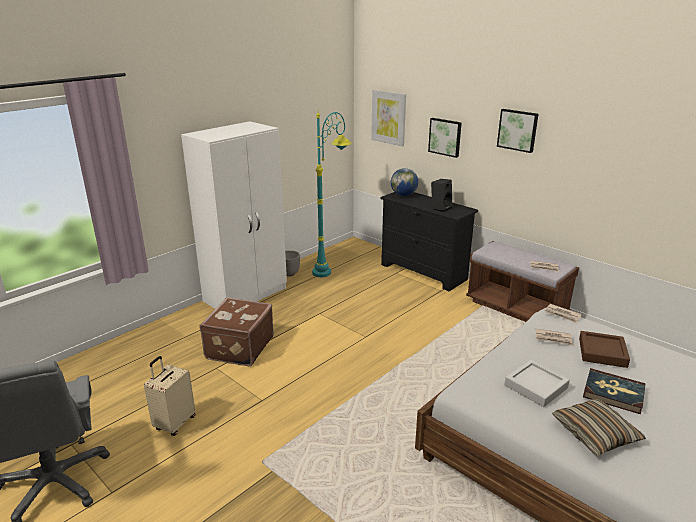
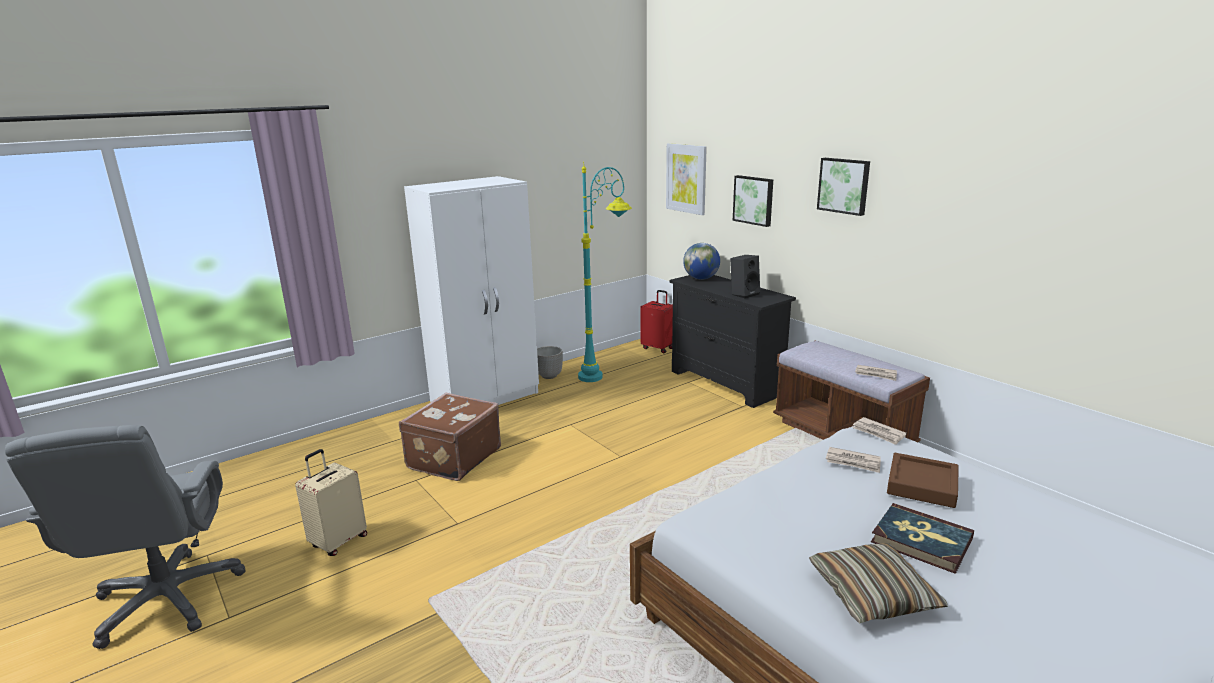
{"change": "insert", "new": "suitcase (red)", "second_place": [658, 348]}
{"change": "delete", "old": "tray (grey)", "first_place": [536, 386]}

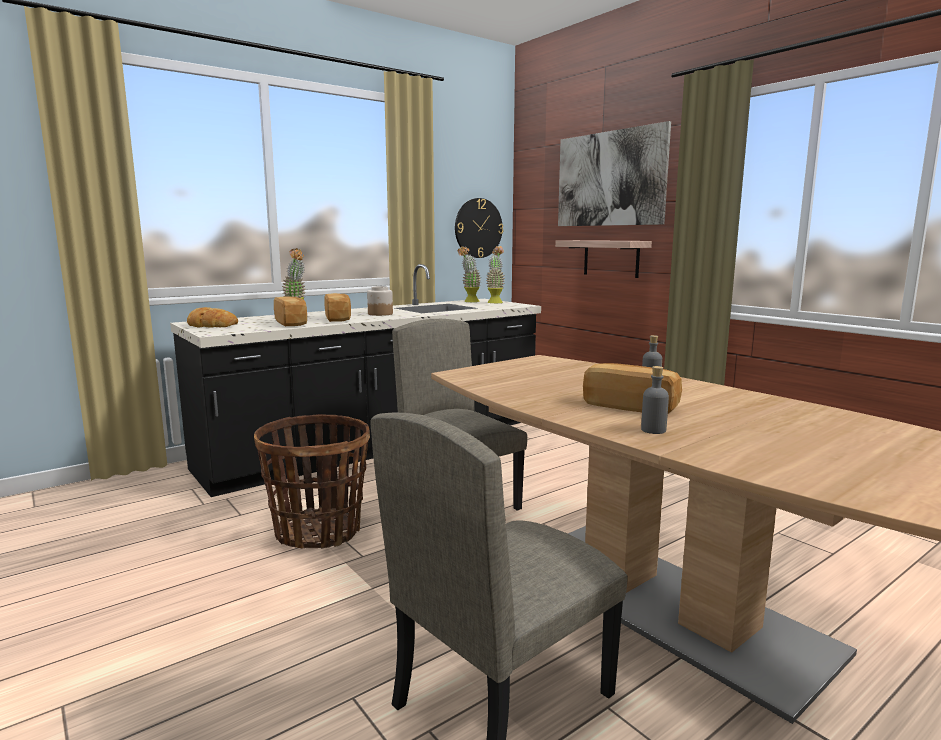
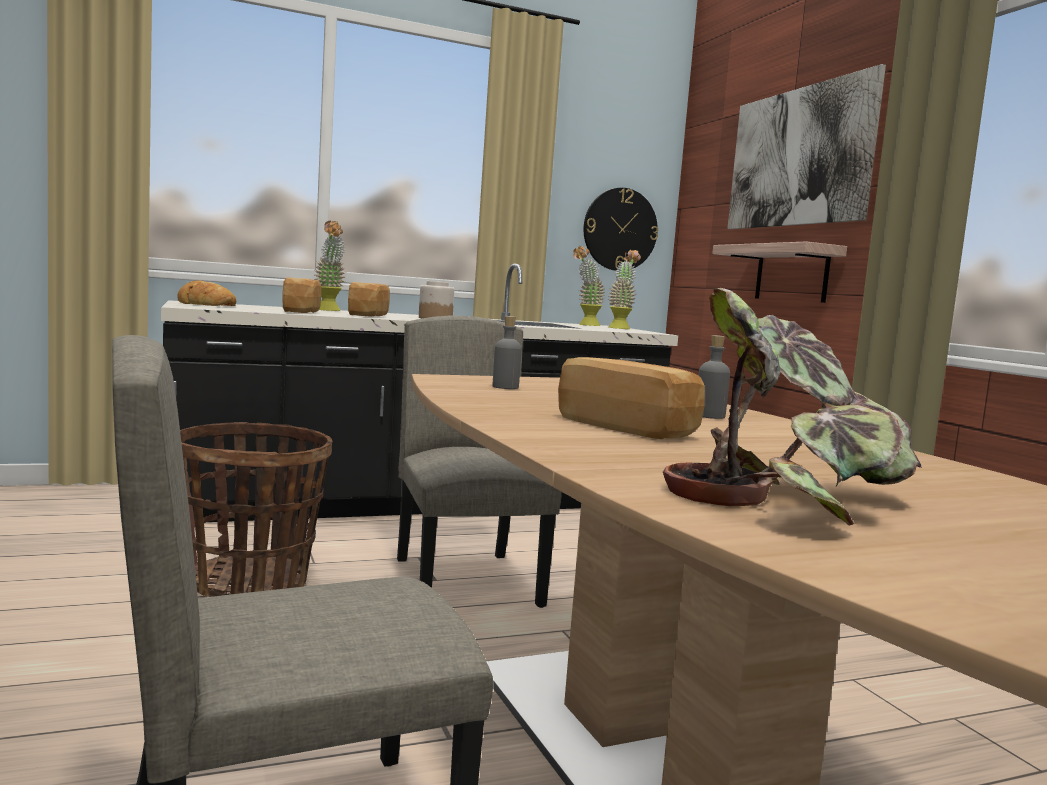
{"change": "move", "old": "bottle (grey)", "first_place": [653, 430], "second_place": [505, 387]}
{"change": "insert", "new": "potted plant", "second_place": [789, 499]}

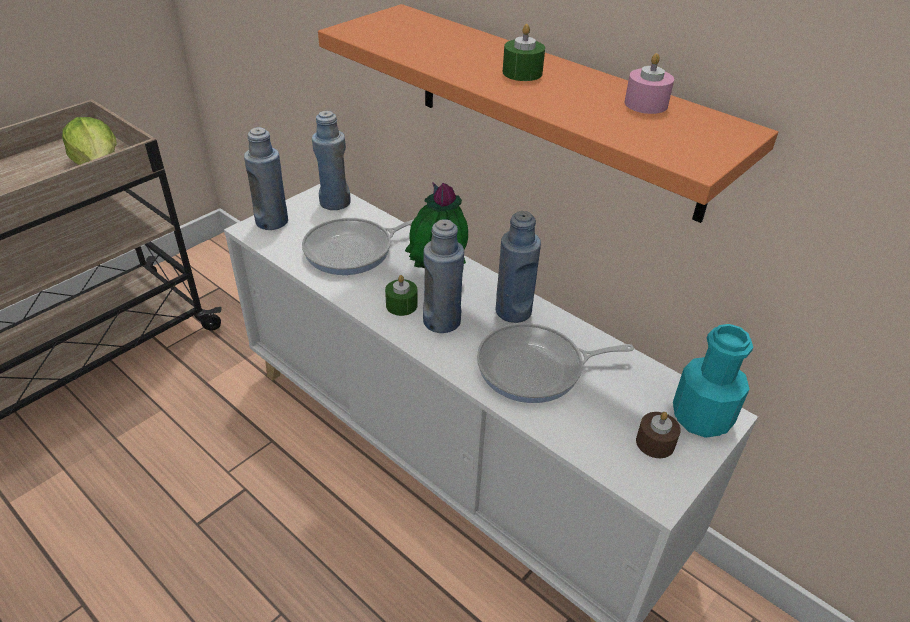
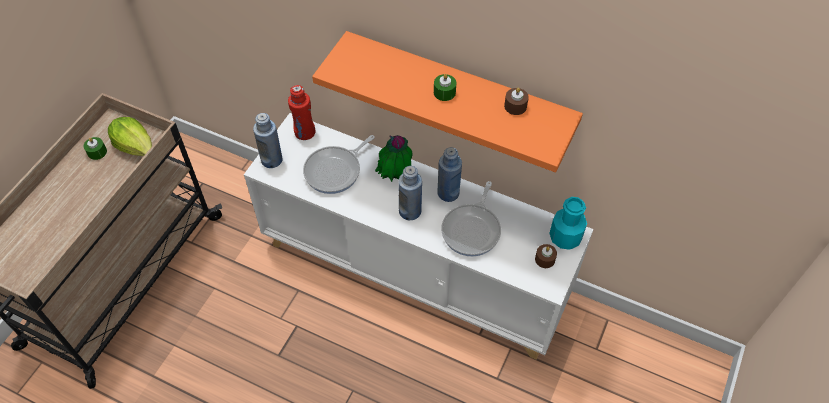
{"change": "move", "old": "candle (green)", "first_place": [401, 305], "second_place": [97, 152]}
{"change": "recolor", "old": "bottle (blue)", "new": "bottle (red)", "first_place": [335, 202], "second_place": [304, 132]}
{"change": "rotate", "old": "frying pan", "first_place": [536, 368], "second_place": [472, 230], "degrees": -45}
{"change": "recolor", "old": "candle (pink)", "new": "candle (brown)", "first_place": [646, 104], "second_place": [515, 106]}

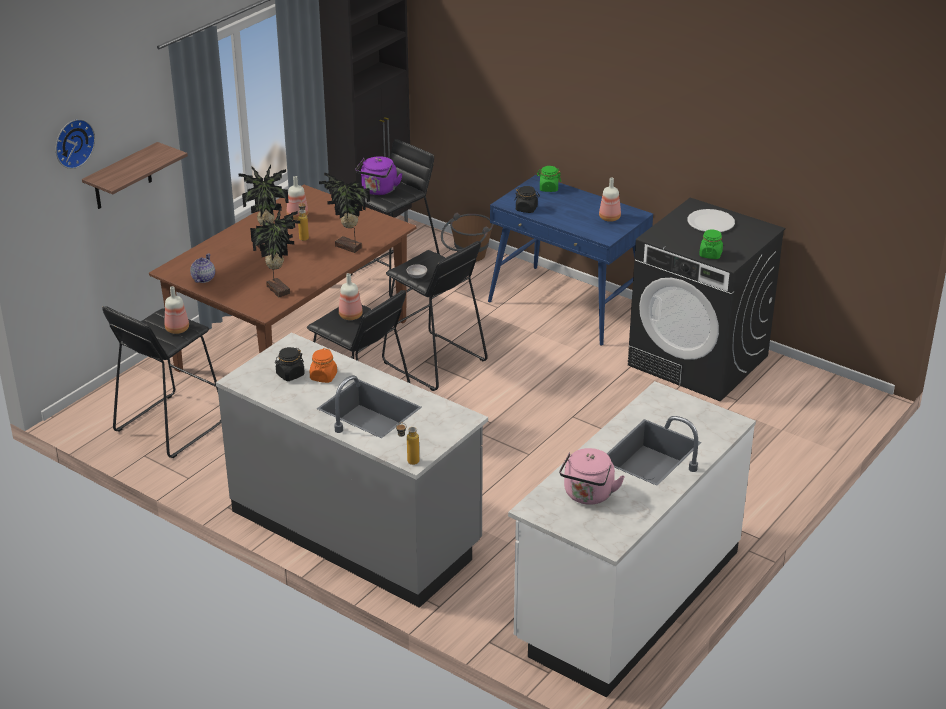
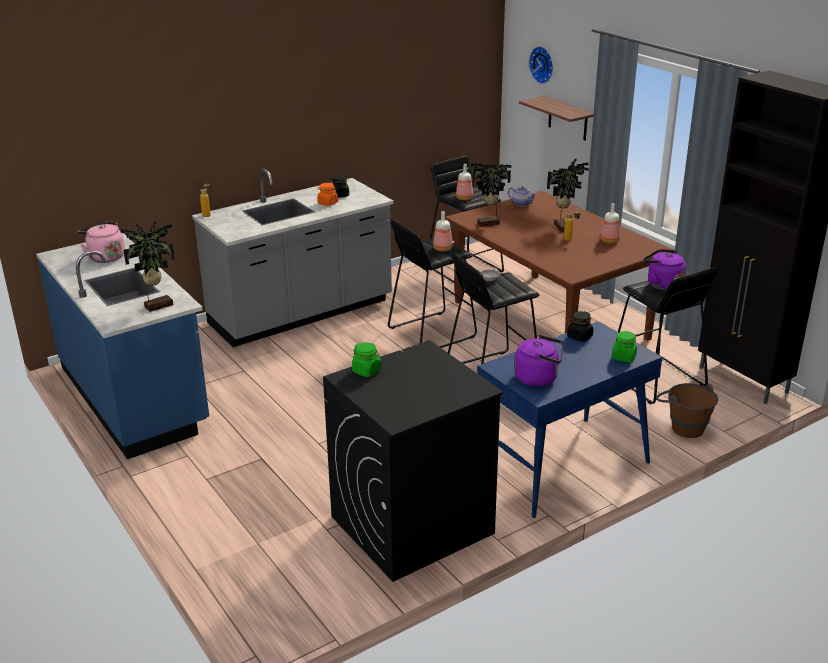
{"change": "recolor", "old": "counter (white)", "new": "counter (blue)", "first_place": [627, 598], "second_place": [134, 396]}
{"change": "move", "old": "potted plant", "first_place": [348, 248], "second_place": [157, 305]}
{"change": "replace", "old": "bottle", "new": "kettle (purple)", "first_place": [610, 218], "second_place": [539, 378]}
{"change": "delete", "old": "plate (white)", "first_place": [710, 222]}

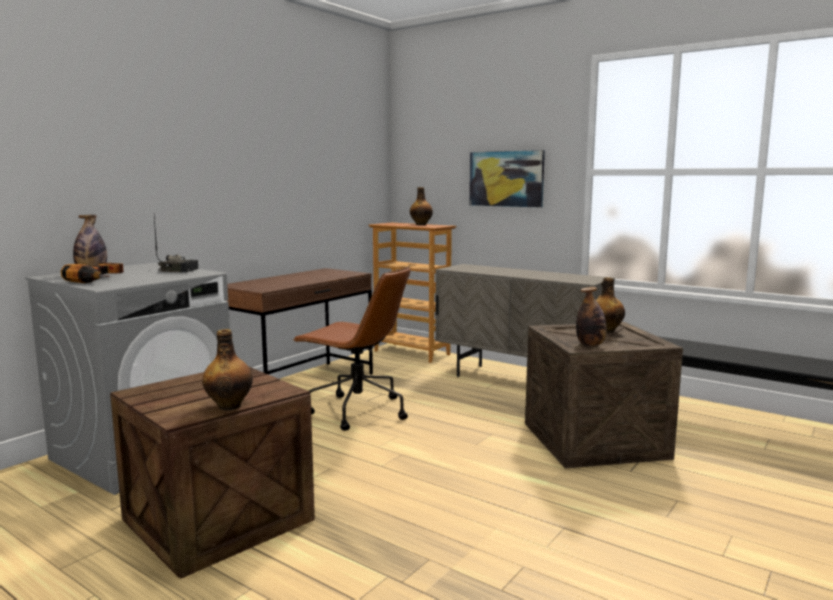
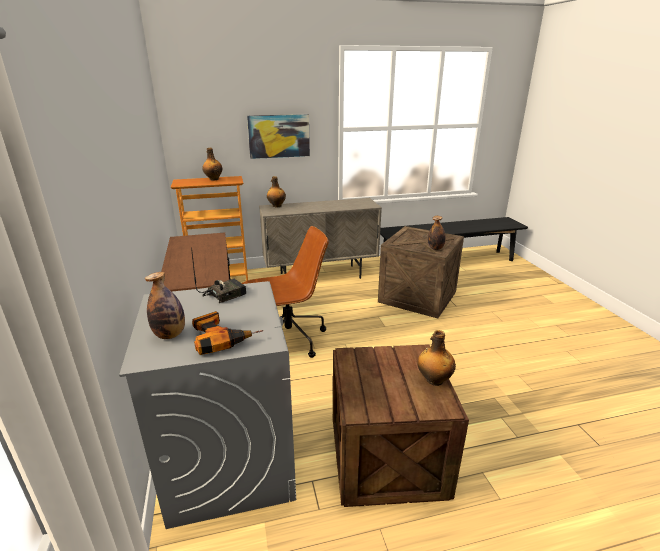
{"change": "move", "old": "bottle", "first_place": [606, 330], "second_place": [276, 206]}

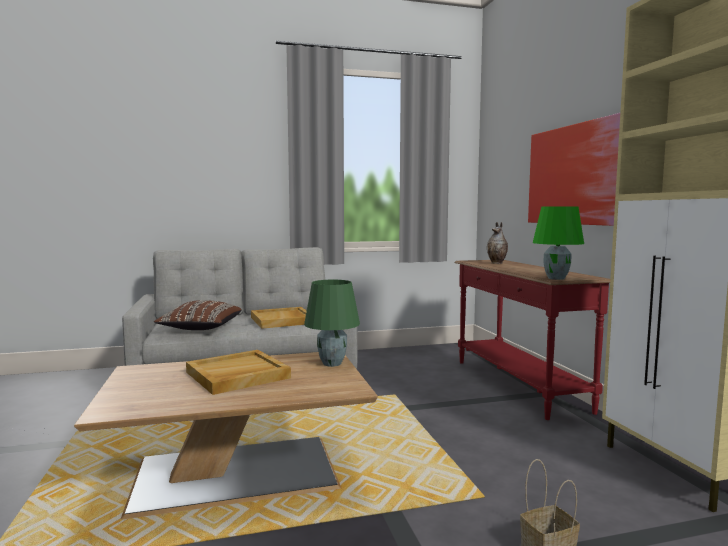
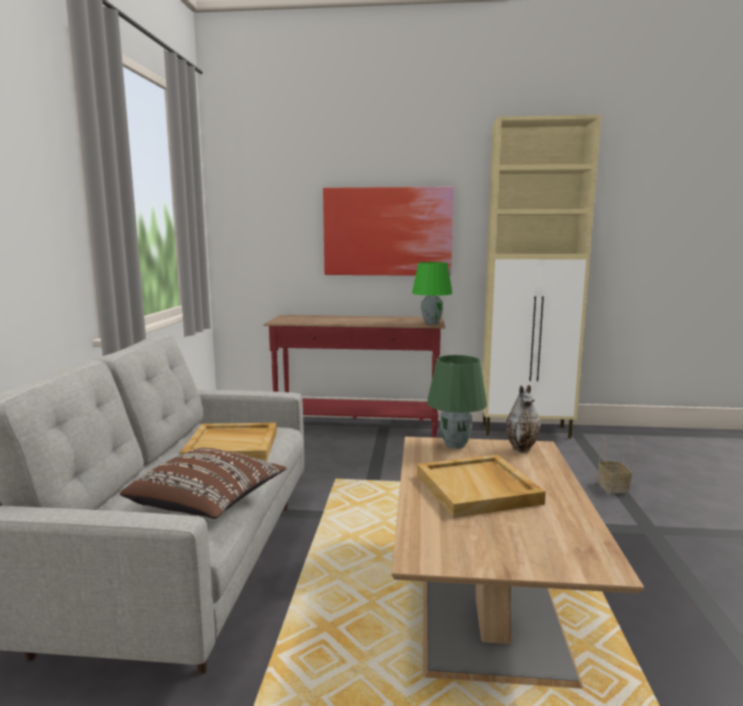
{"change": "move", "old": "vase", "first_place": [497, 263], "second_place": [522, 449]}

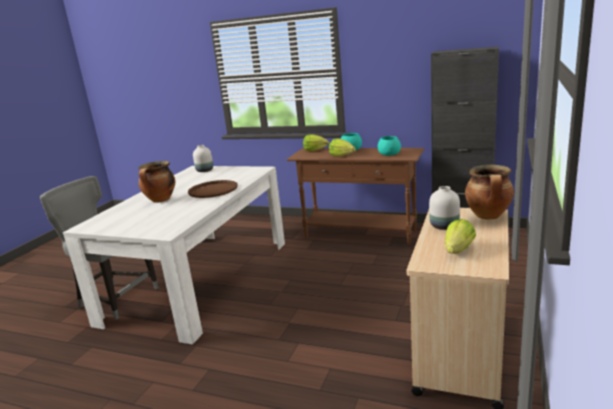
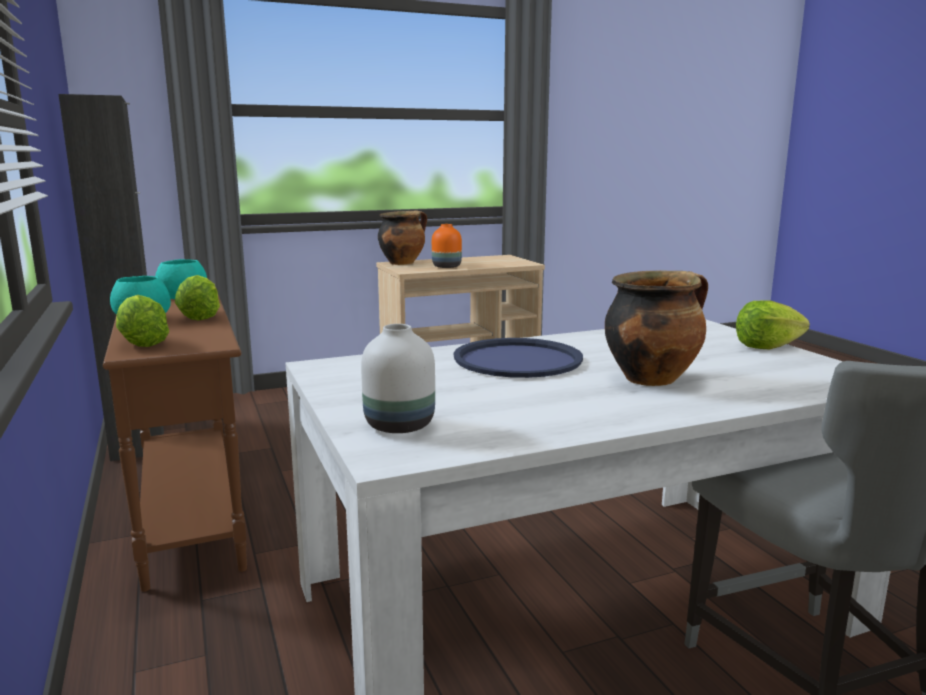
{"change": "recolor", "old": "vase (white)", "new": "vase (orange)", "first_place": [443, 226], "second_place": [447, 267]}
{"change": "recolor", "old": "tray (brown)", "new": "tray (blue)", "first_place": [213, 190], "second_place": [517, 360]}
{"change": "move", "old": "lettuce", "first_place": [458, 250], "second_place": [766, 346]}

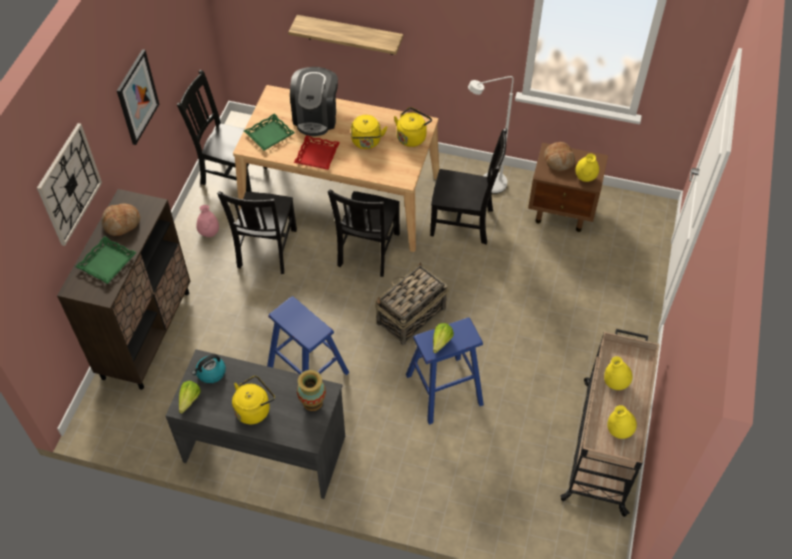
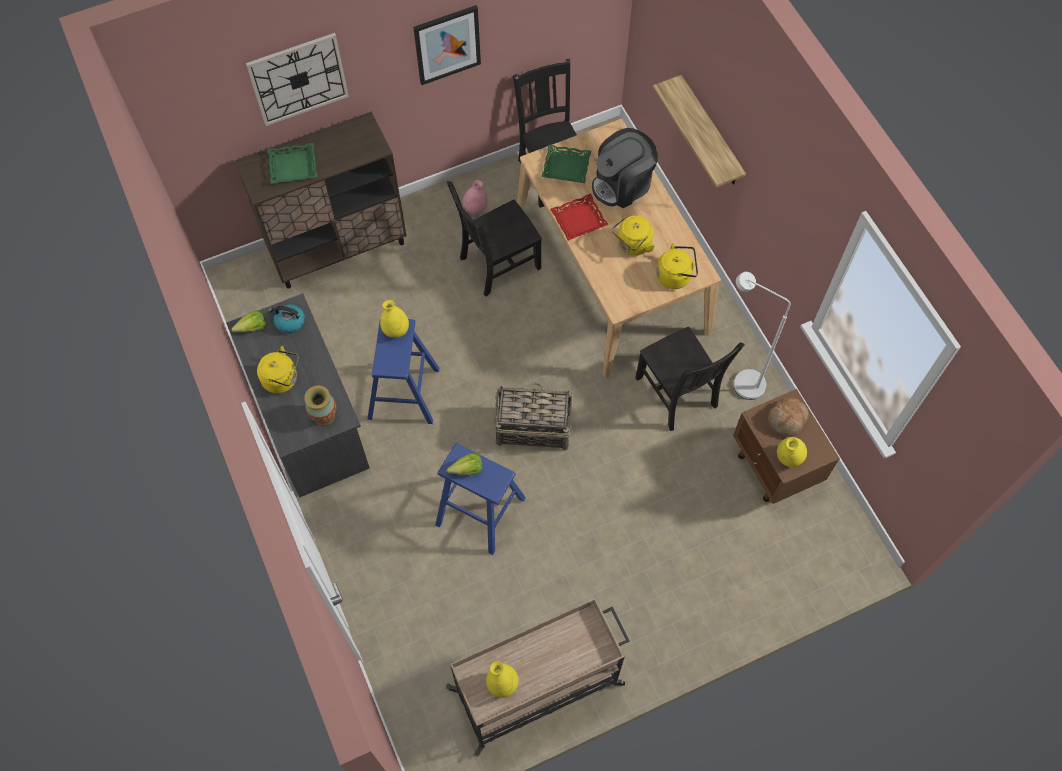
{"change": "move", "old": "vase (yellow)", "first_place": [615, 383], "second_place": [396, 330]}
{"change": "delete", "old": "bread", "first_place": [122, 223]}
{"change": "delete", "old": "chair (black)", "first_place": [367, 251]}

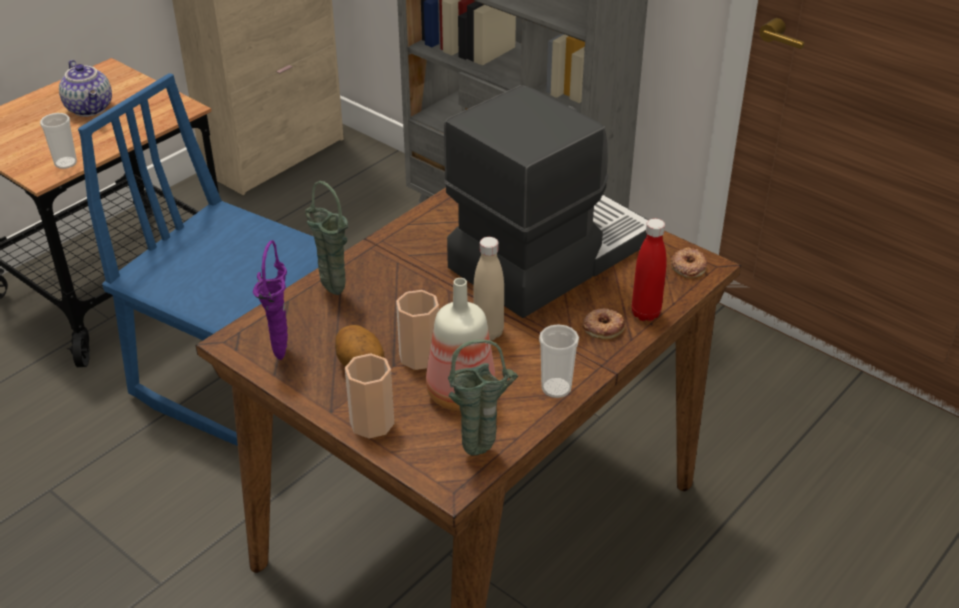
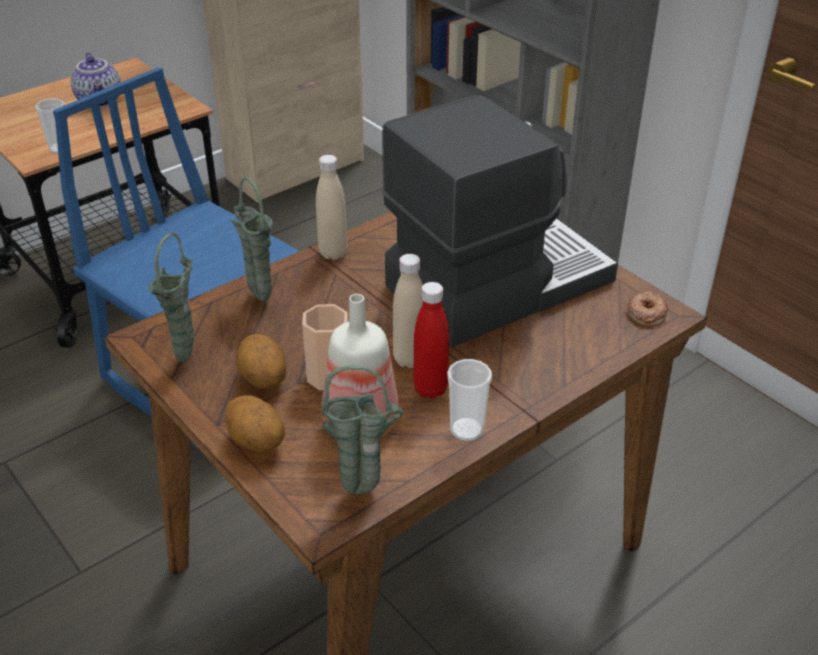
{"change": "recolor", "old": "vase (purple)", "new": "vase (green)", "first_place": [281, 352], "second_place": [187, 355]}
{"change": "replace", "old": "cup", "new": "potato", "first_place": [372, 423], "second_place": [256, 443]}
{"change": "insert", "new": "bottle (beige)", "second_place": [333, 253]}
{"change": "move", "old": "bottle (red)", "first_place": [645, 313], "second_place": [430, 389]}
{"change": "delete", "old": "donut", "first_place": [603, 327]}

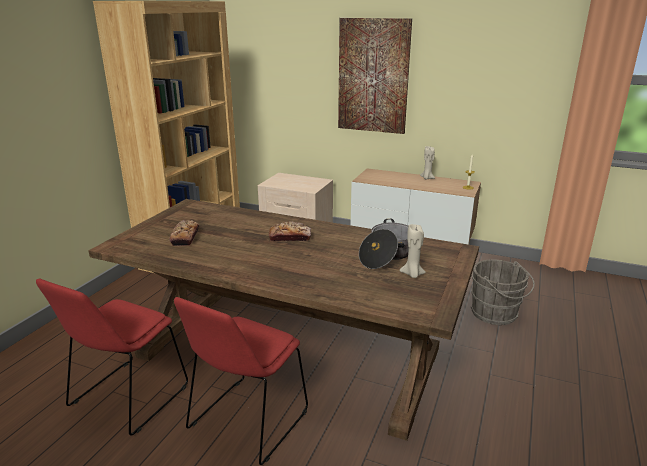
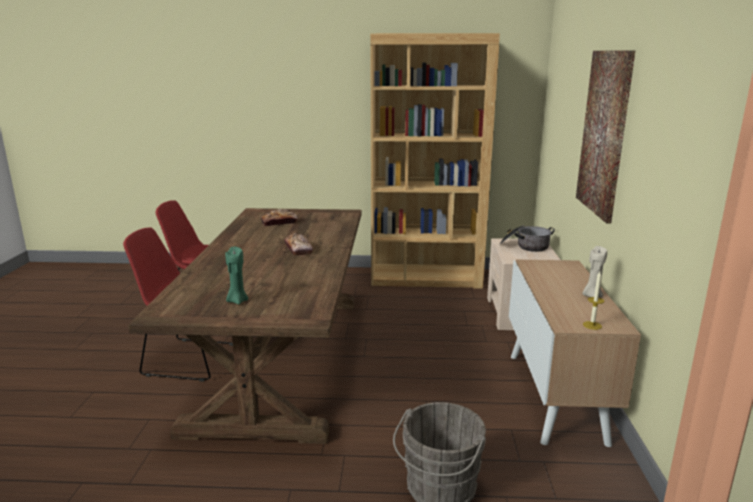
{"change": "recolor", "old": "candle (beige)", "new": "candle (green)", "first_place": [412, 274], "second_place": [237, 301]}
{"change": "move", "old": "cooking pot", "first_place": [386, 255], "second_place": [525, 246]}

